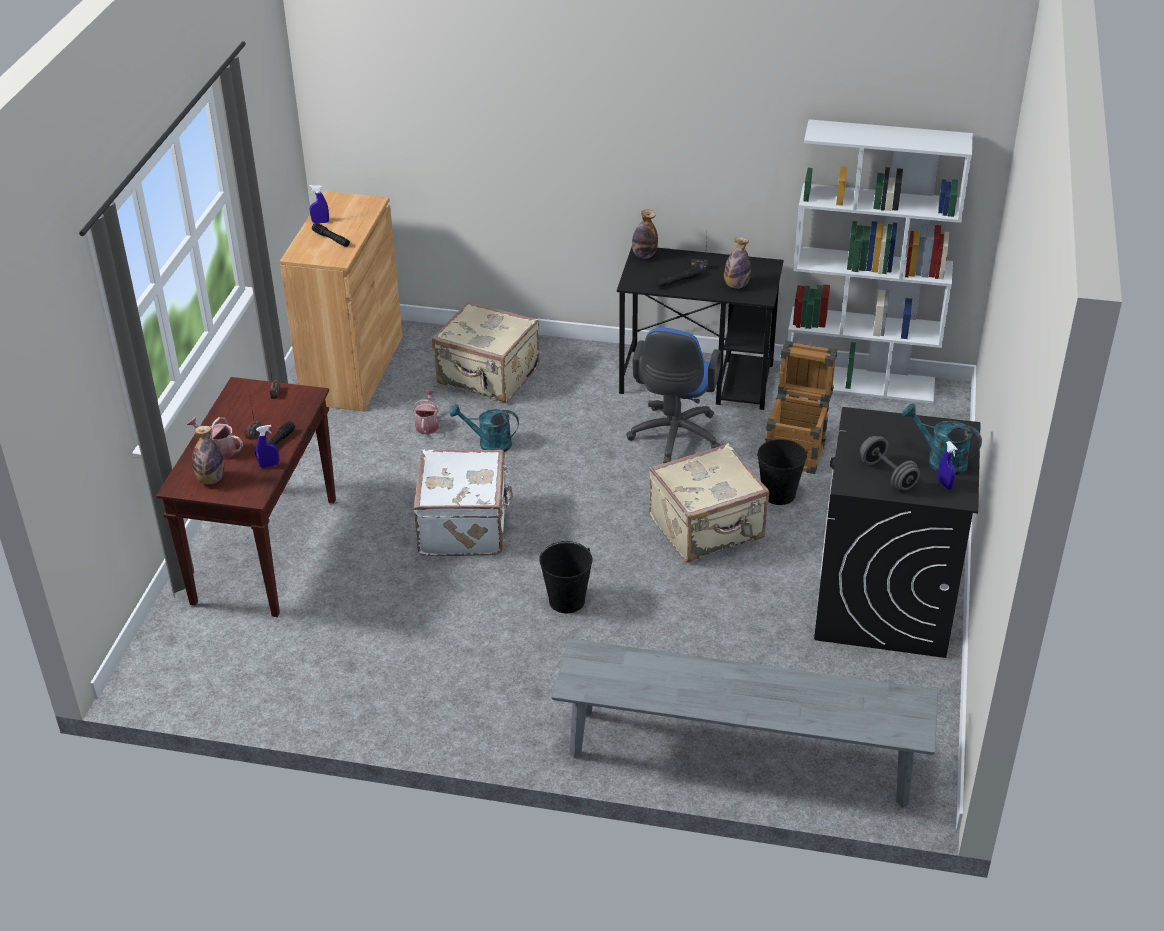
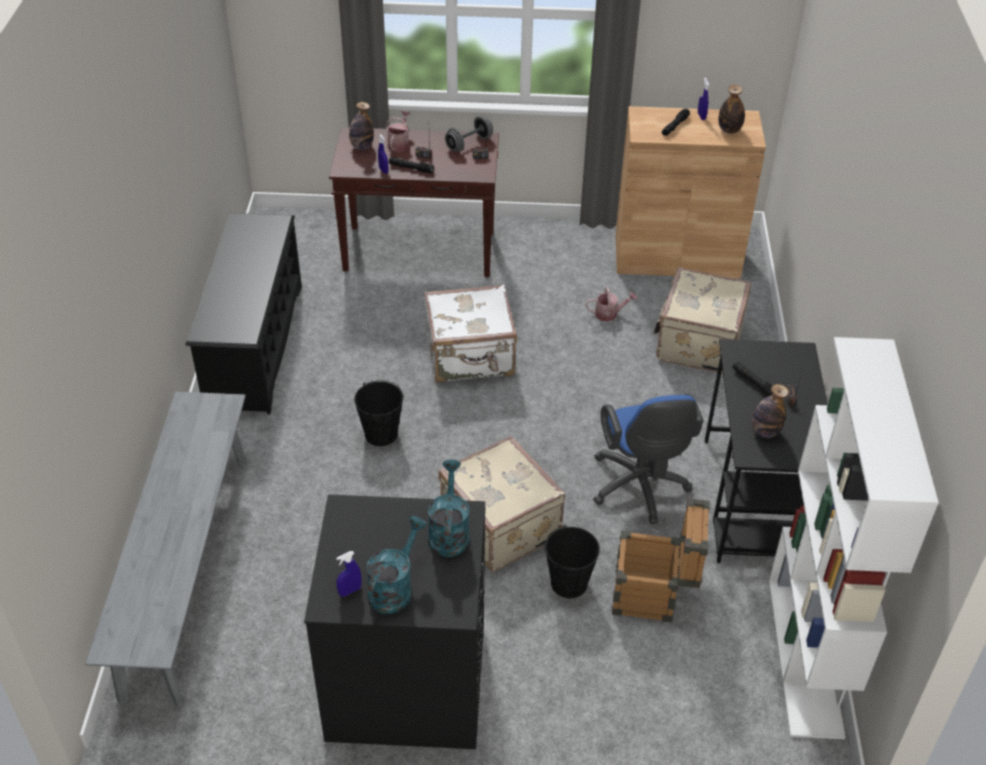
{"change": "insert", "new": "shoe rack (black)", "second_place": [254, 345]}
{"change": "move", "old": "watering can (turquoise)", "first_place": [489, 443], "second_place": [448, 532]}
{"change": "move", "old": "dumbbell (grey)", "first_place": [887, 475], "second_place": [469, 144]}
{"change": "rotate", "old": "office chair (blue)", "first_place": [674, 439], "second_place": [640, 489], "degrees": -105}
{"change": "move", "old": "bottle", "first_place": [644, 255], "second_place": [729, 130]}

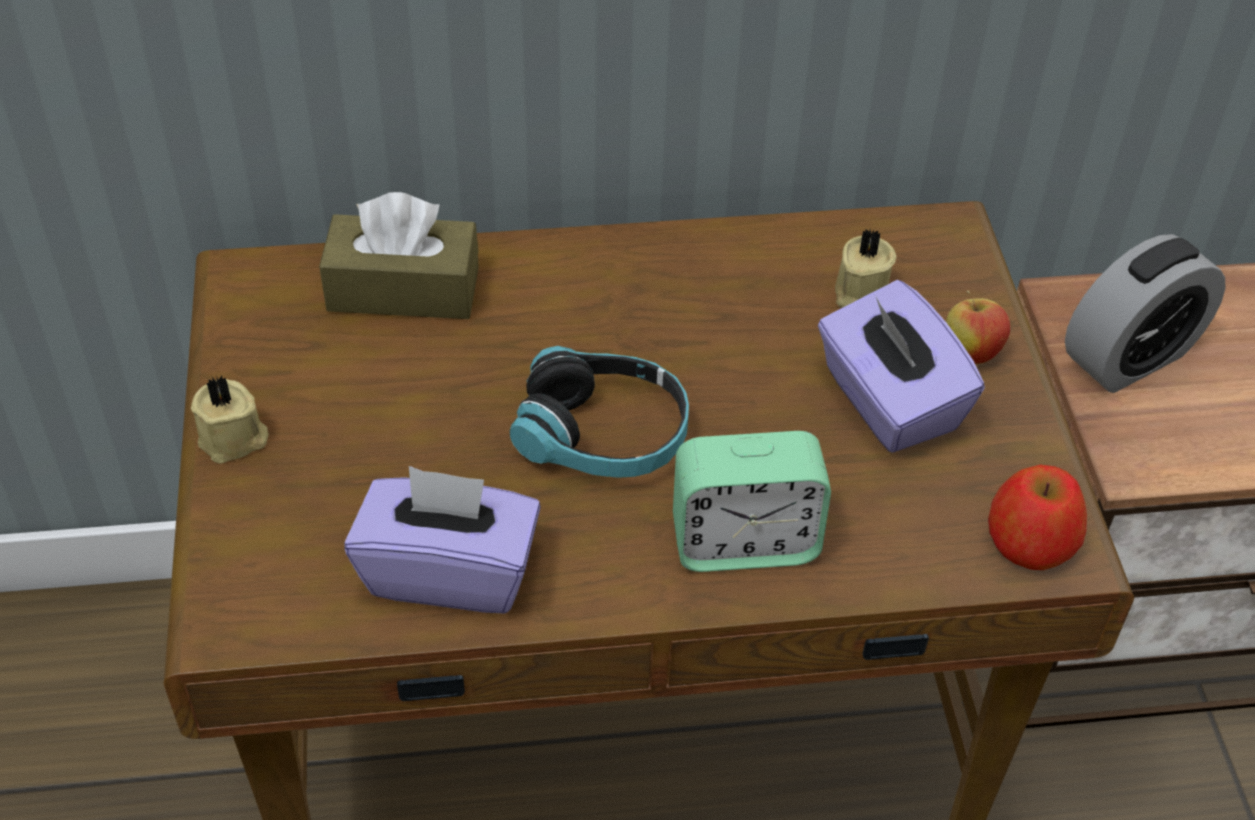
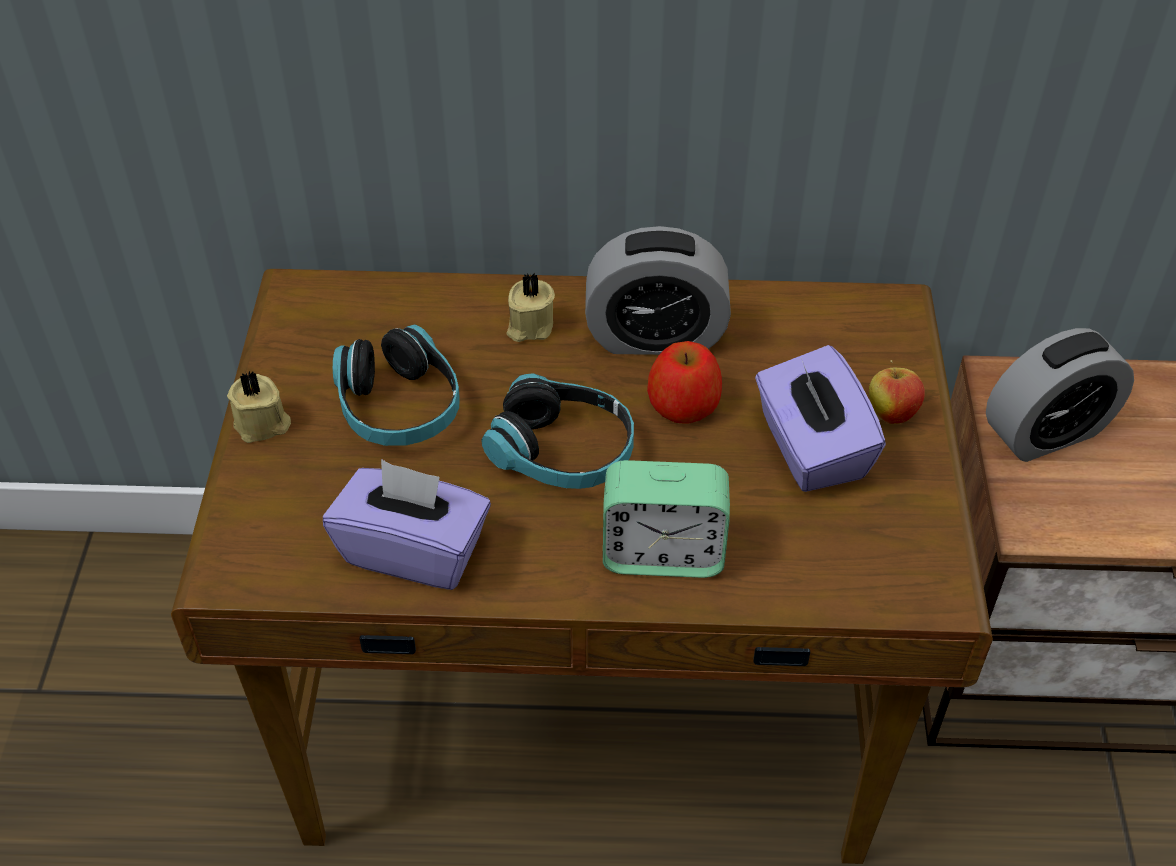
{"change": "insert", "new": "headphones", "second_place": [399, 407]}
{"change": "move", "old": "candle (beige)", "first_place": [858, 292], "second_place": [529, 326]}
{"change": "insert", "new": "alarm clock", "second_place": [655, 337]}
{"change": "move", "old": "apple", "first_place": [1031, 541], "second_place": [684, 403]}
{"change": "delete", "old": "tissue box (brown)", "first_place": [403, 289]}

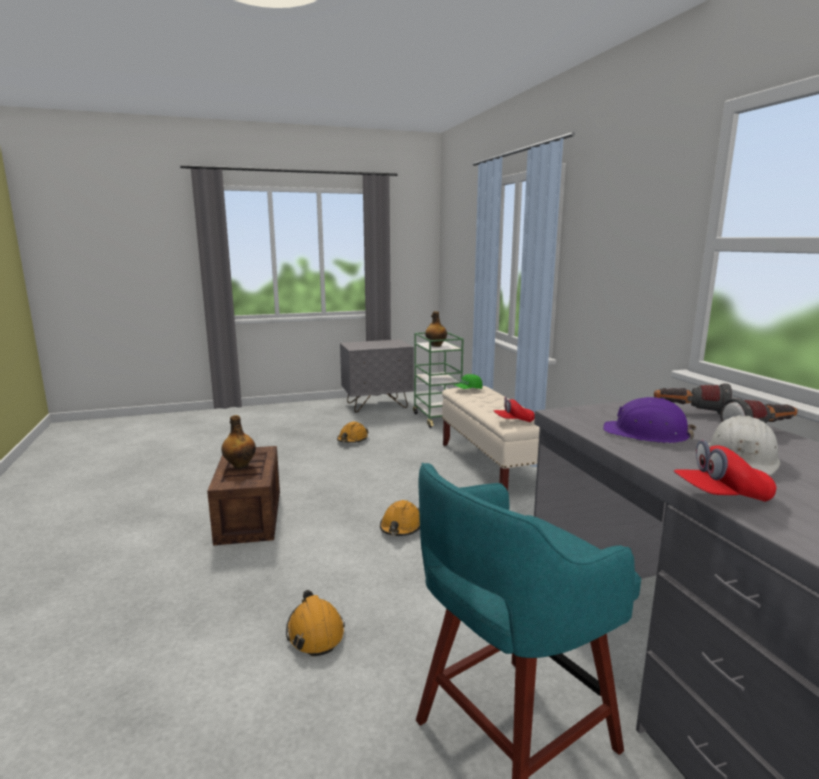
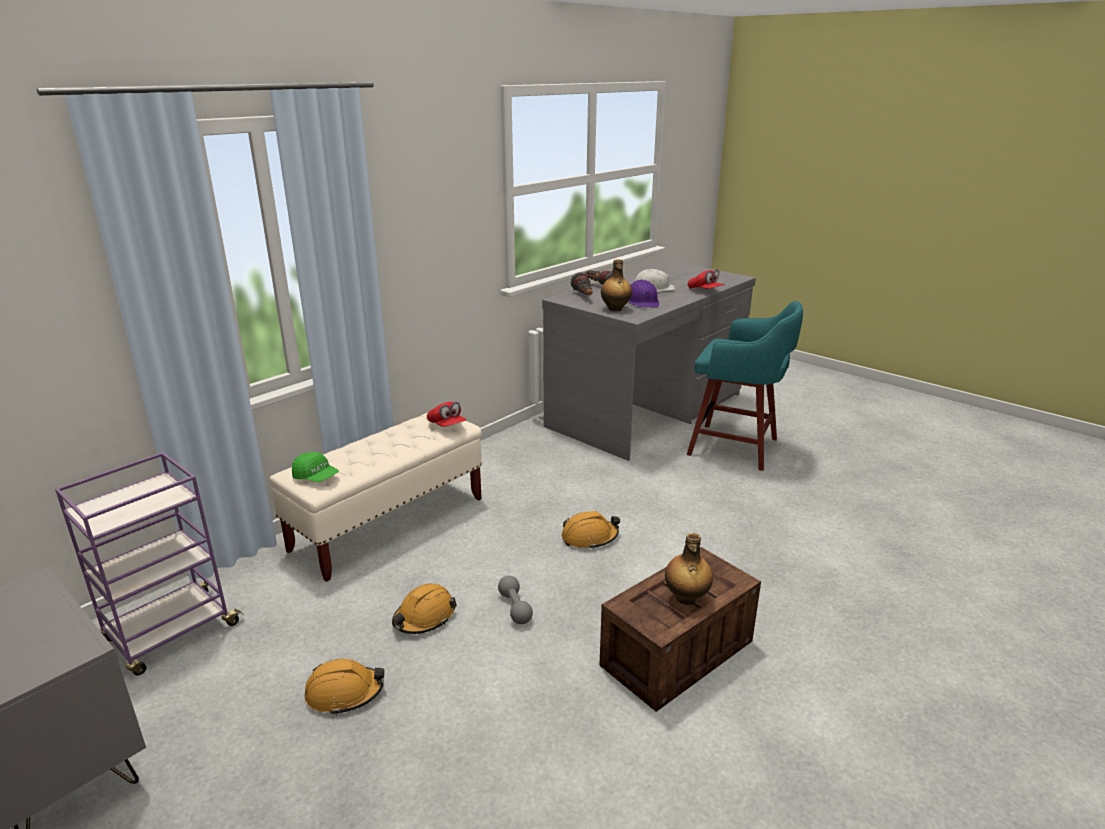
{"change": "recolor", "old": "cart (green)", "new": "cart (purple)", "first_place": [437, 418], "second_place": [170, 633]}
{"change": "move", "old": "hard hat (orange)", "first_place": [315, 632], "second_place": [424, 617]}
{"change": "insert", "new": "dumbbell (grey)", "second_place": [515, 608]}
{"change": "move", "old": "bottle", "first_place": [435, 345], "second_place": [615, 309]}

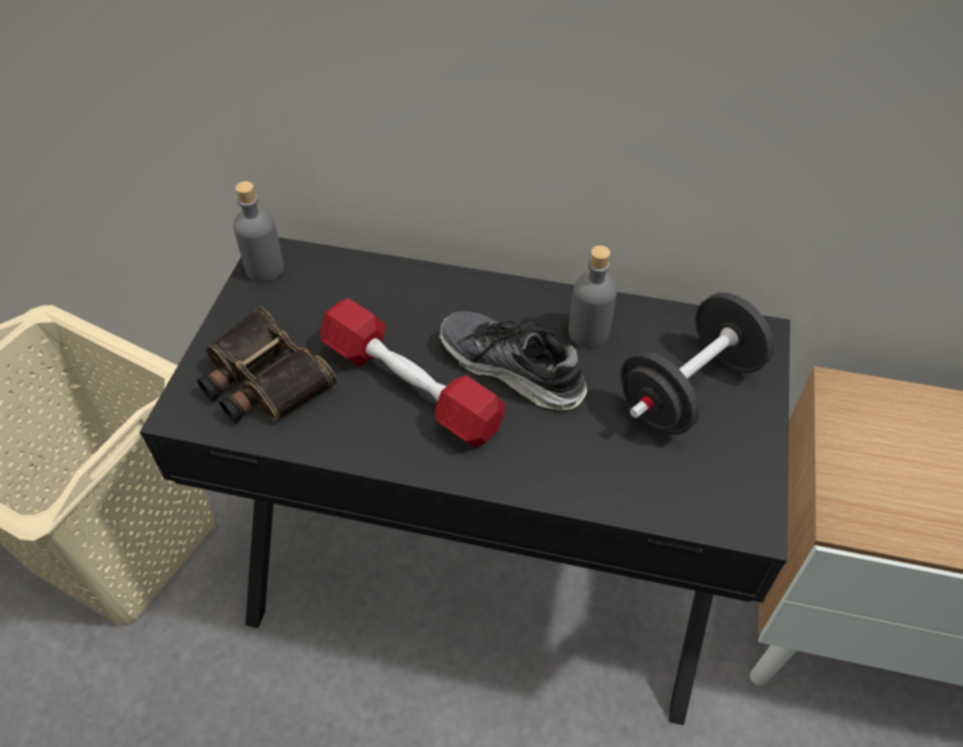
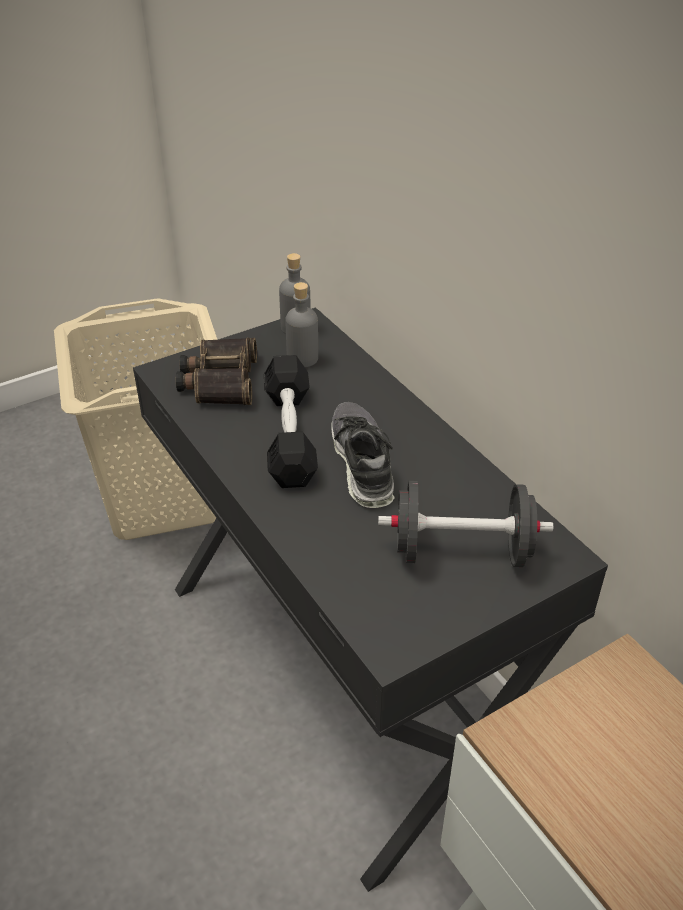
{"change": "recolor", "old": "dumbbell (red)", "new": "dumbbell (black)", "first_place": [411, 387], "second_place": [289, 435]}
{"change": "move", "old": "bottle (grey)", "first_place": [588, 332], "second_place": [302, 358]}

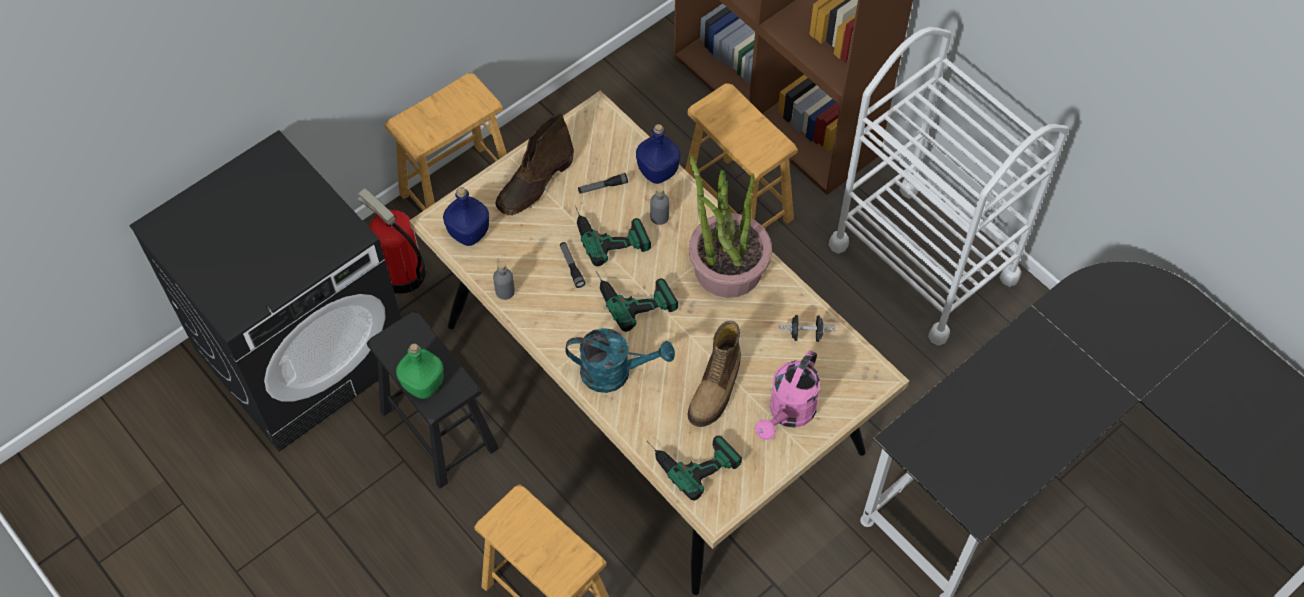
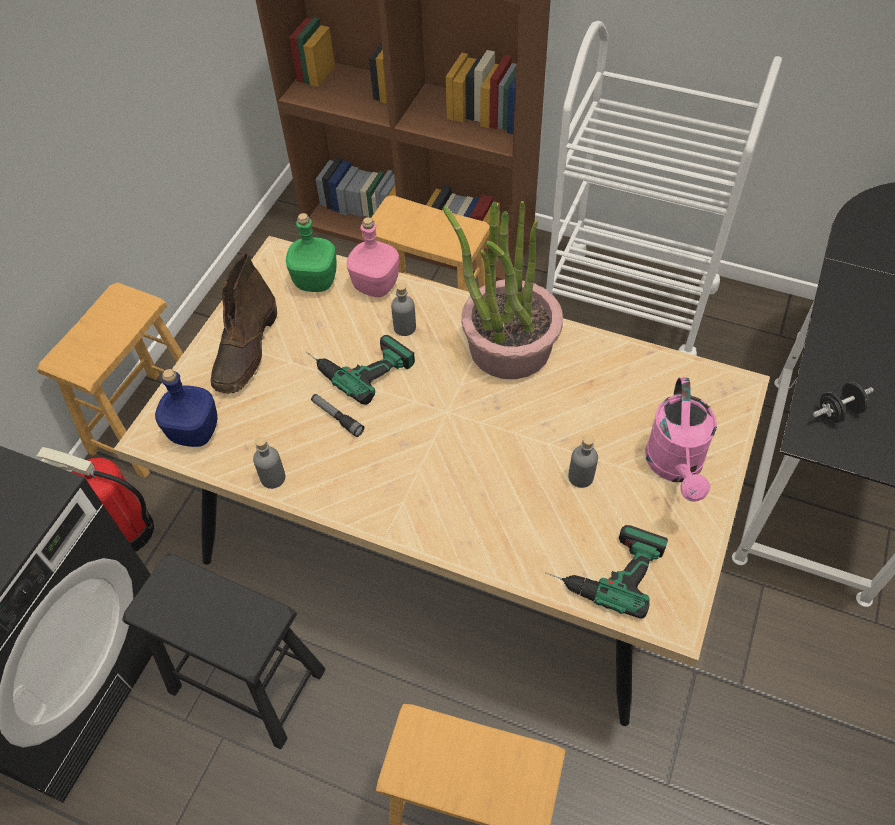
{"change": "move", "old": "bottle (green)", "first_place": [424, 384], "second_place": [317, 281]}
{"change": "recolor", "old": "bottle (blue)", "new": "bottle (pink)", "first_place": [658, 172], "second_place": [377, 285]}
{"change": "replace", "old": "boot", "new": "bottle (grey)", "first_place": [716, 389], "second_place": [581, 477]}
{"change": "move", "old": "dumbbell (black)", "first_place": [805, 334], "second_place": [838, 412]}
{"change": "delete", "old": "watering can (turquoise)", "first_place": [615, 372]}
{"change": "delete", "old": "flashlight", "first_place": [602, 187]}
{"change": "delete", "old": "power drill", "first_place": [633, 294]}

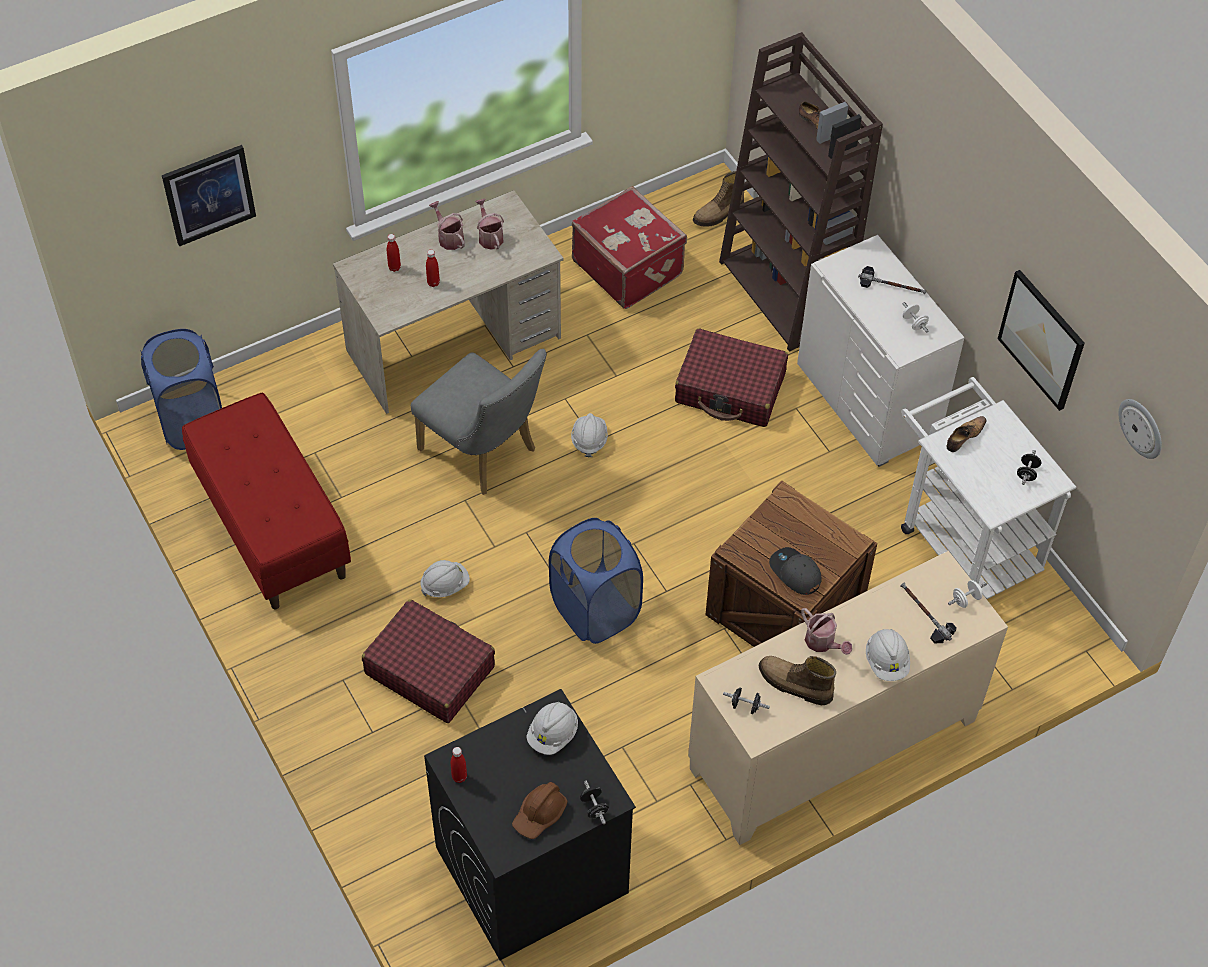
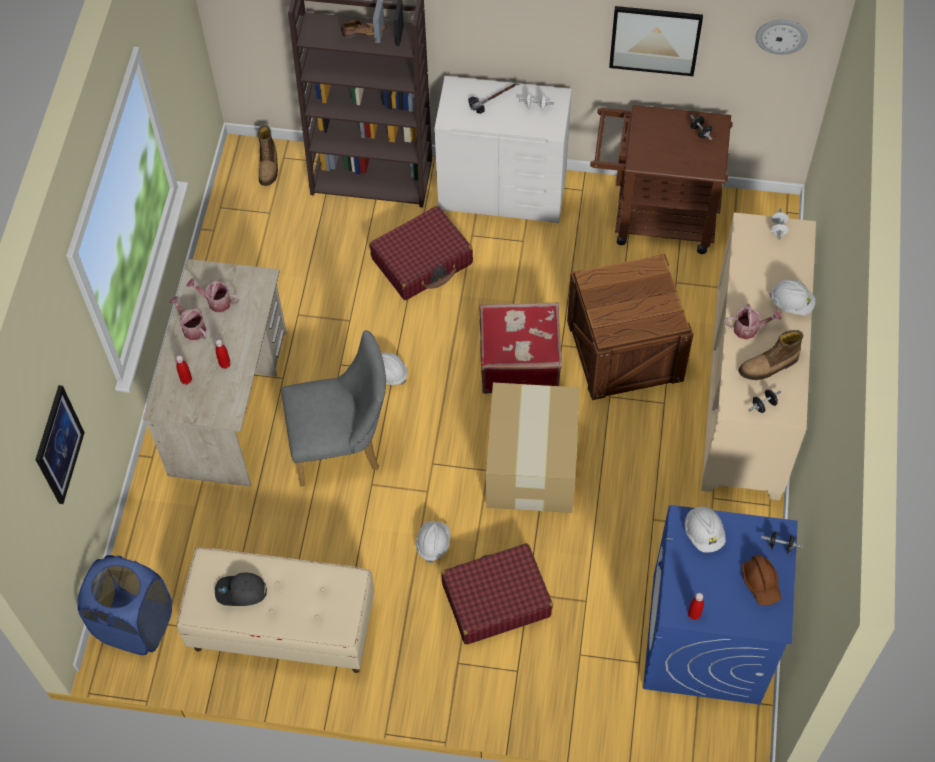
{"change": "rotate", "old": "watering can", "first_place": [449, 237], "second_place": [192, 327], "degrees": 45}
{"change": "recolor", "old": "bench (red)", "new": "bench (beige)", "first_place": [271, 527], "second_place": [283, 628]}
{"change": "move", "old": "cap (grey)", "first_place": [795, 573], "second_place": [241, 592]}
{"change": "move", "old": "suitcase (red)", "first_place": [628, 267], "second_place": [518, 361]}
{"change": "replace", "old": "laundry basket (blue)", "new": "cardboard box", "first_place": [595, 610], "second_place": [532, 463]}
{"change": "recolor", "old": "cart (white)", "new": "cart (brown)", "first_place": [963, 540], "second_place": [654, 217]}
{"change": "recolor", "old": "washing machine (black)", "new": "washing machine (blue)", "first_place": [530, 871], "second_place": [706, 640]}
{"change": "delete", "old": "hammer", "first_place": [924, 614]}
{"change": "delete", "old": "shoe", "first_place": [964, 436]}

